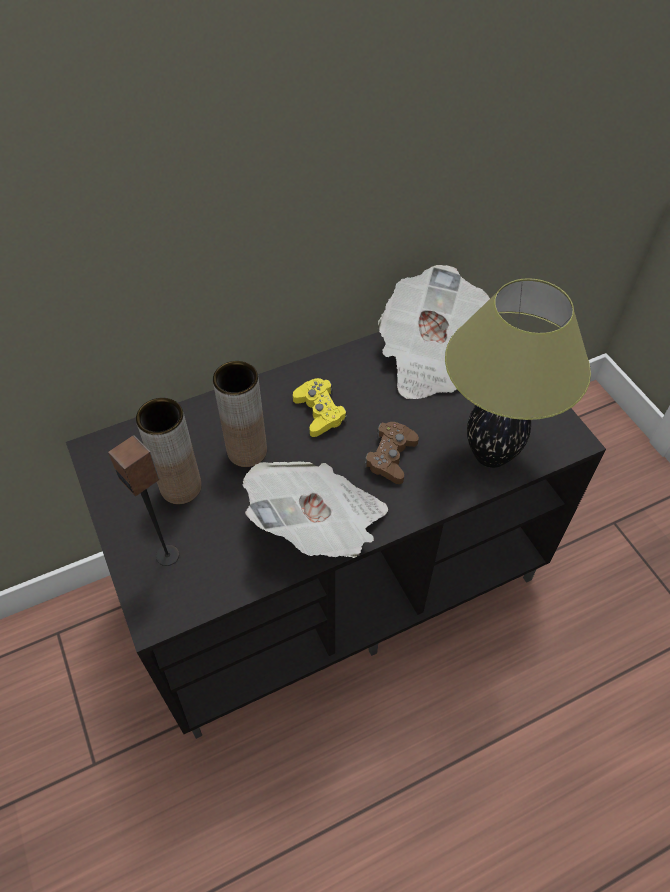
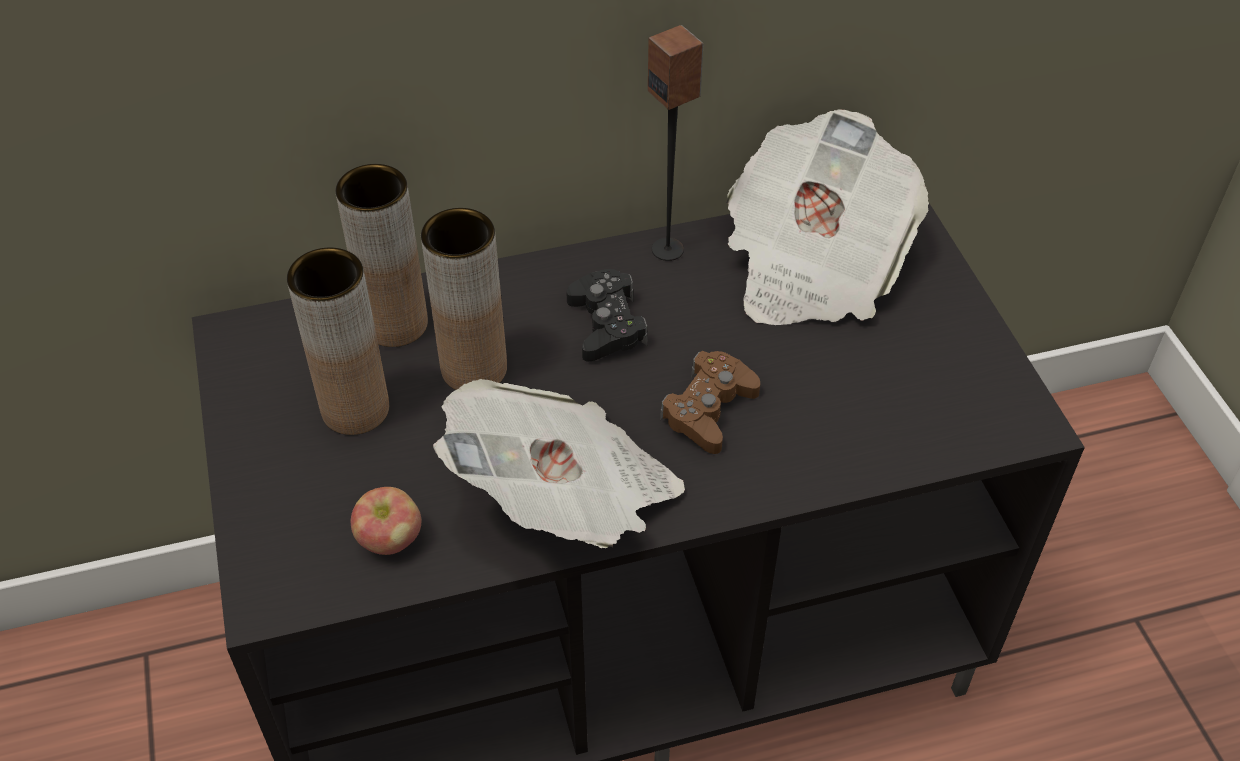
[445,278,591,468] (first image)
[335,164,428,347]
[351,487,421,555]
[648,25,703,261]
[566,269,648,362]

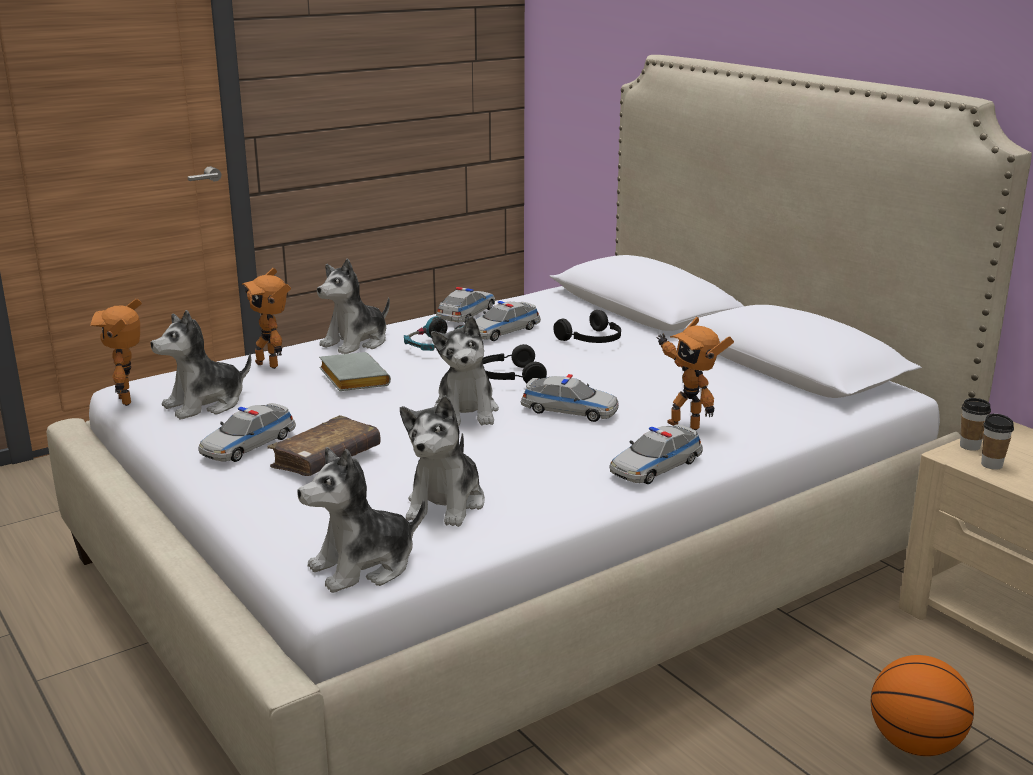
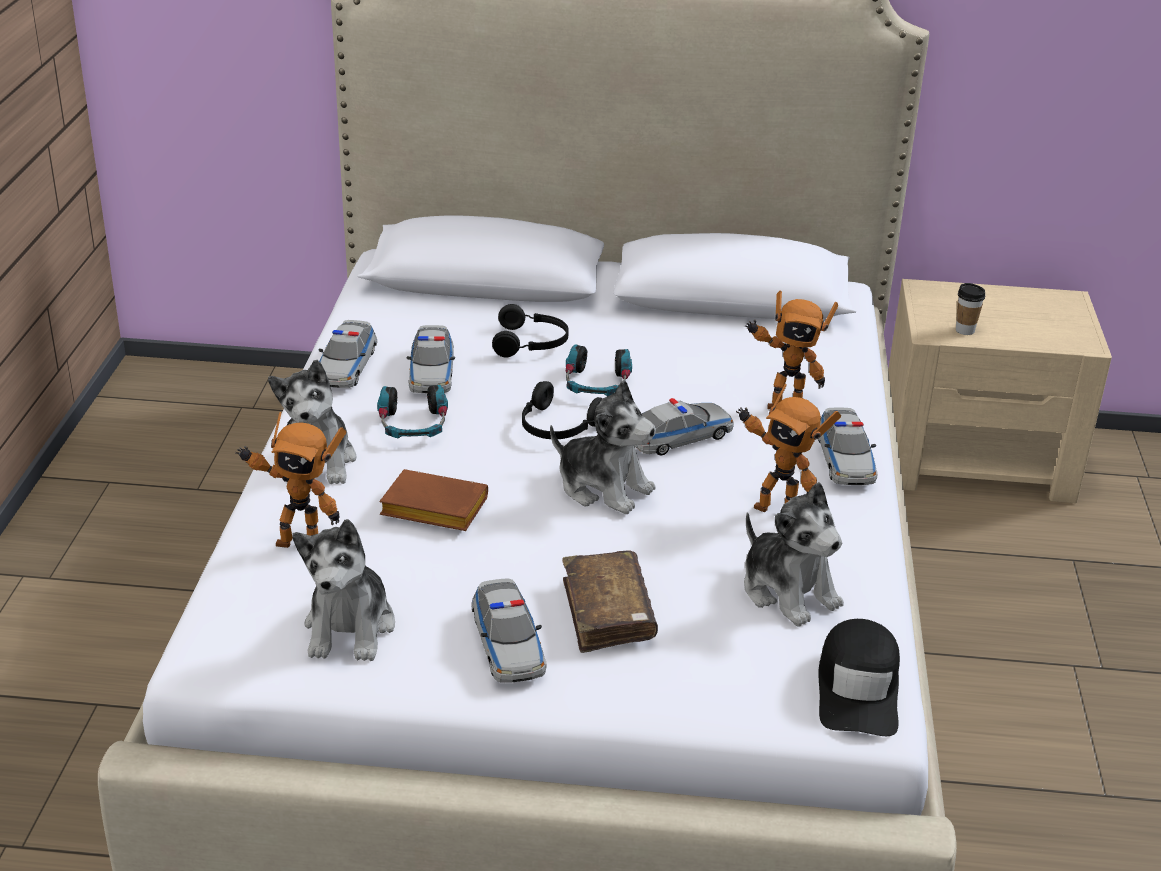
[871,655,974,756] (first image)
[960,398,991,451] (first image)
[566,344,632,396]
[736,384,841,512]
[819,619,900,736]
[379,469,488,531]
[319,320,377,388]

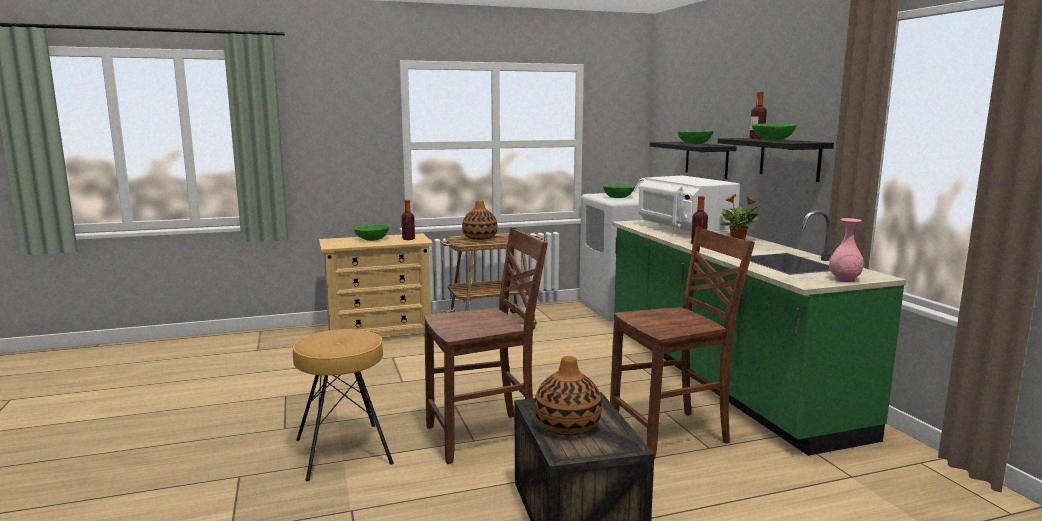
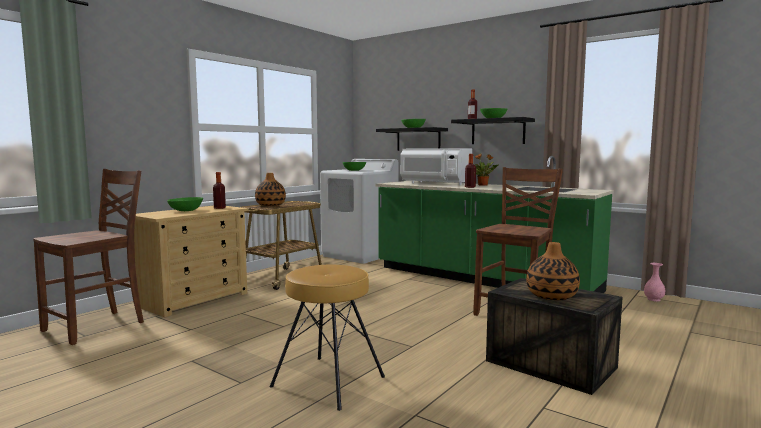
[33,169,144,345]
[644,263,665,301]

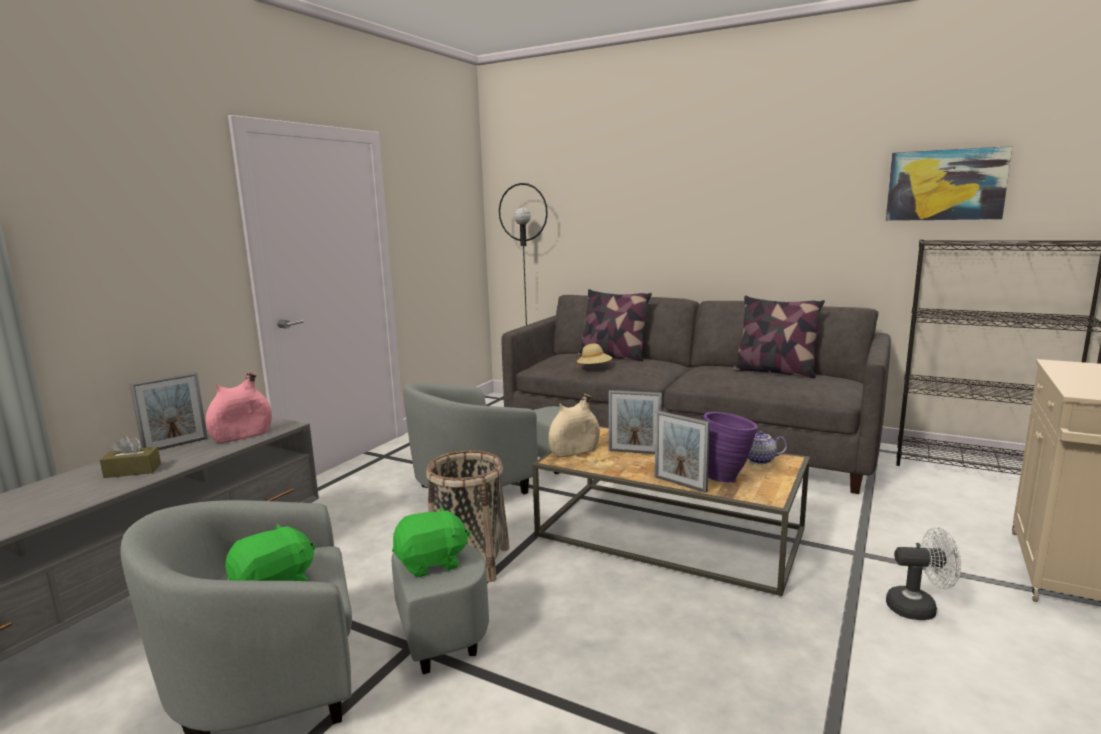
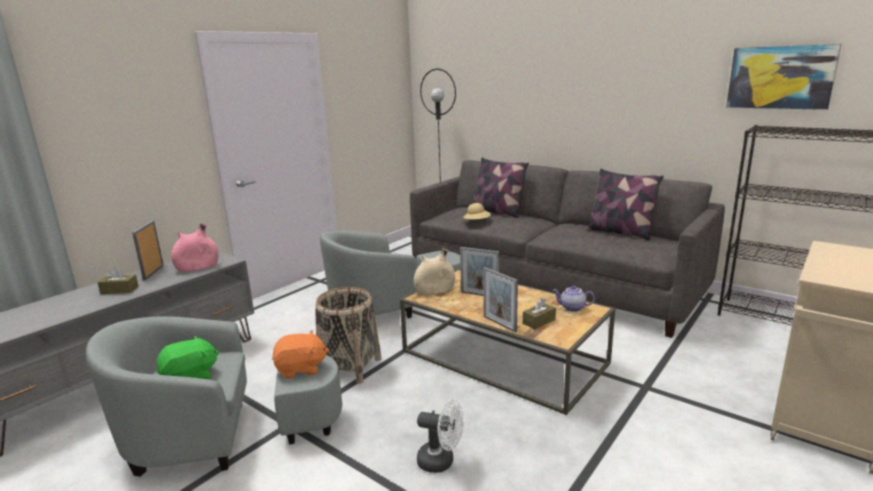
[417,399,464,473]
[523,298,556,329]
[272,330,329,379]
[132,221,164,280]

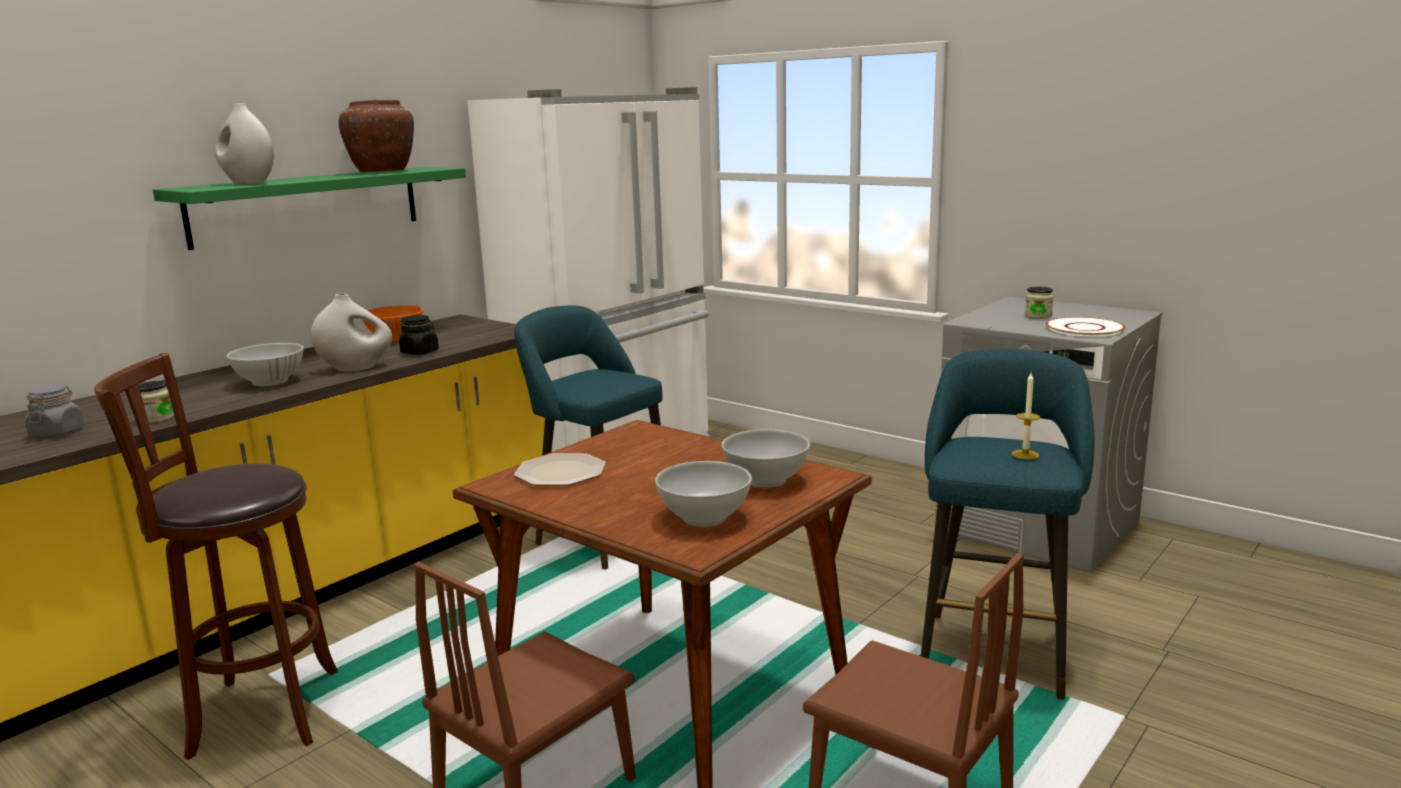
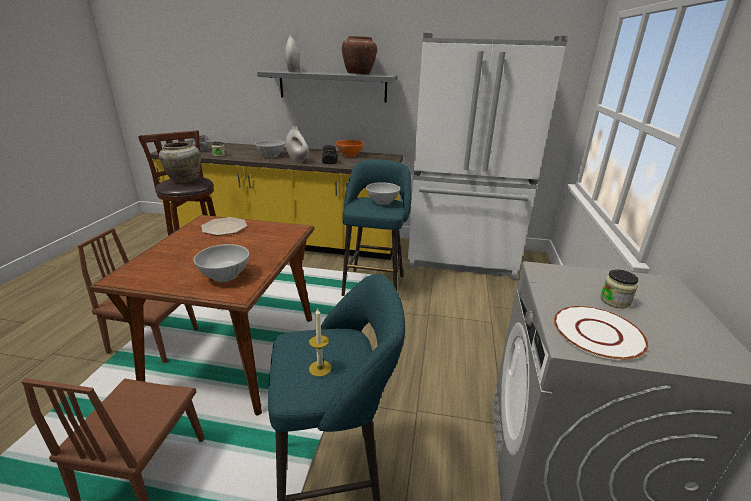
[159,142,201,183]
[366,182,400,205]
[257,70,397,102]

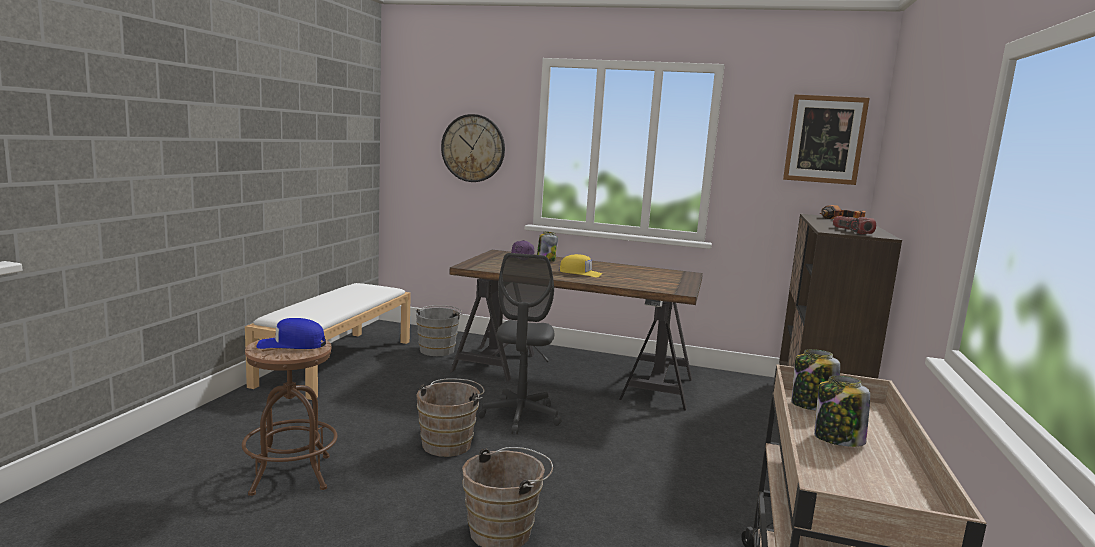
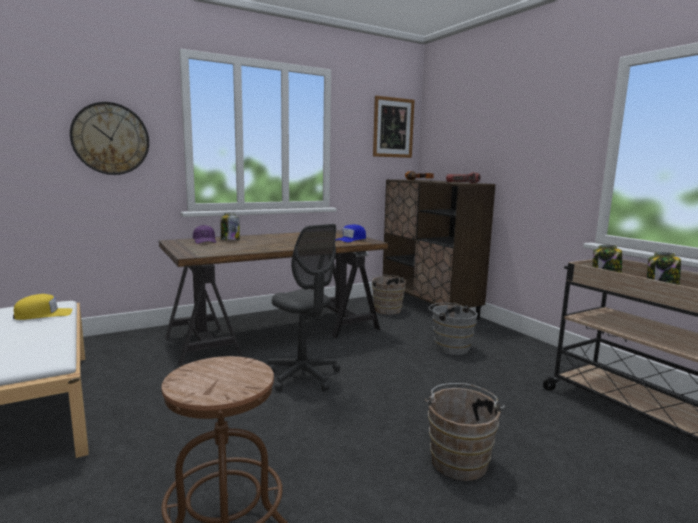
[335,225,366,242]
[429,303,478,355]
[370,275,406,315]
[13,294,72,320]

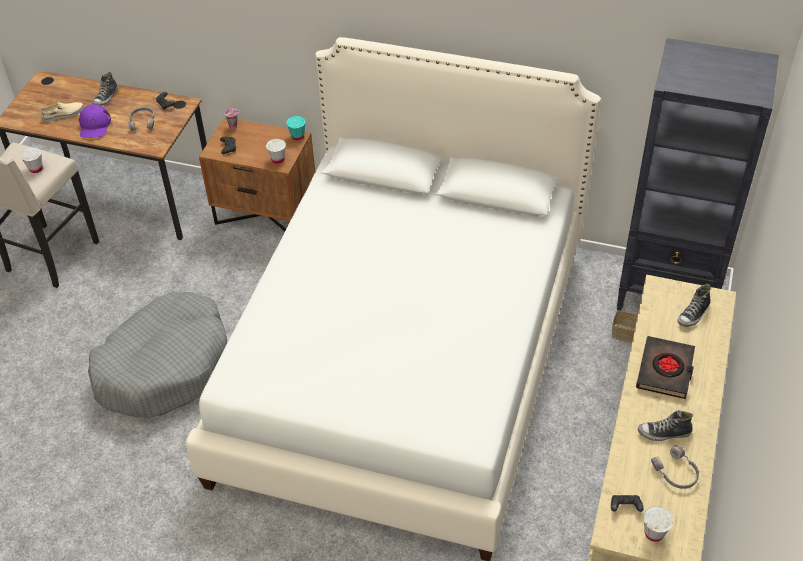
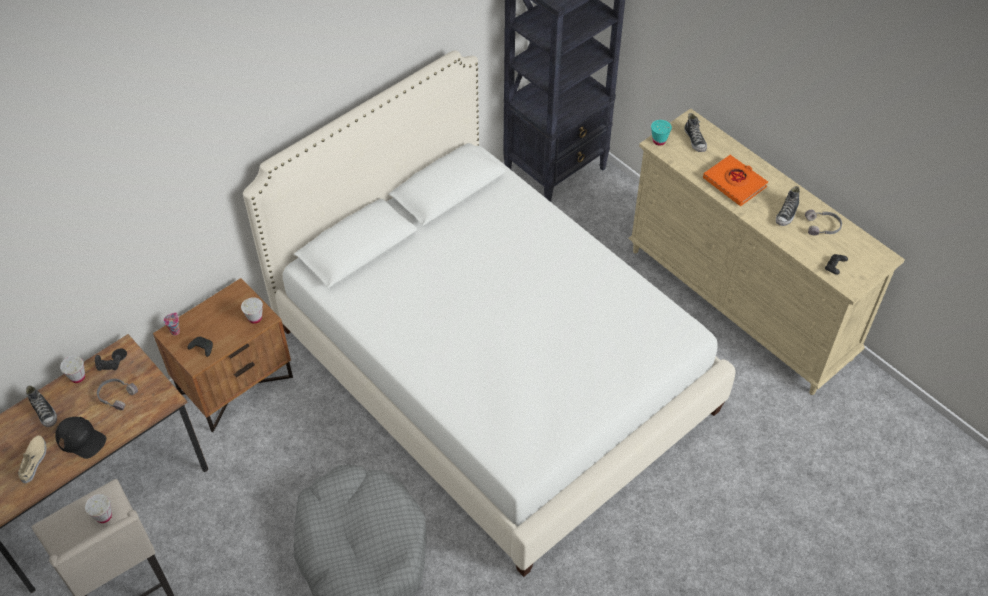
[611,293,640,343] (first image)
[651,120,672,146]
[60,356,85,383]
[55,417,106,459]
[703,155,768,206]

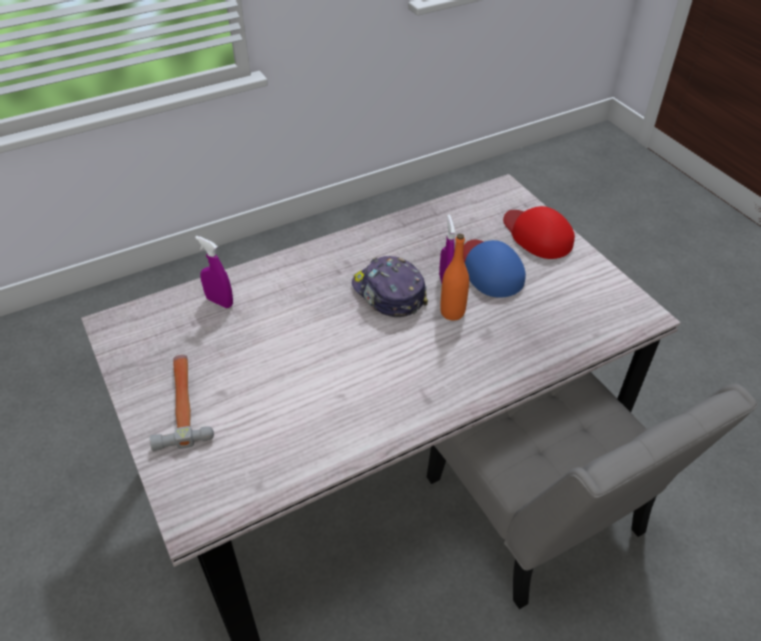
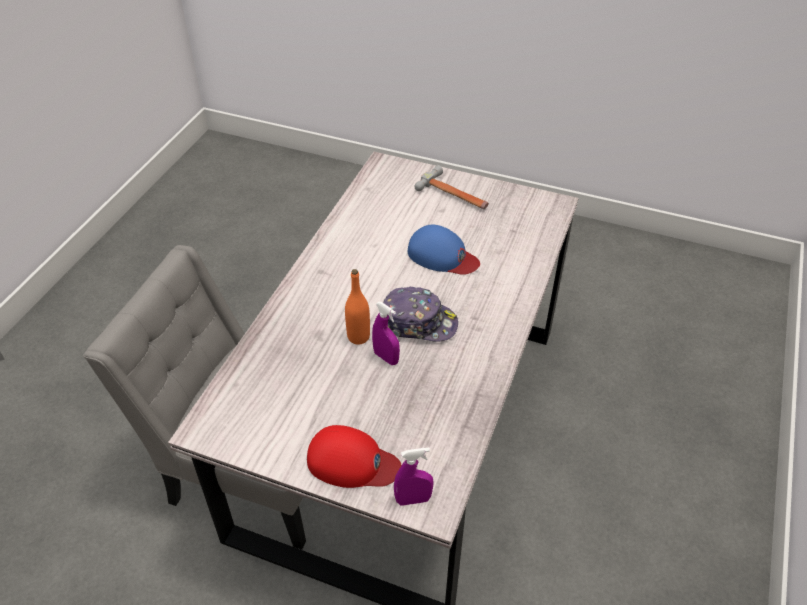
[394,448,434,506]
[408,225,480,275]

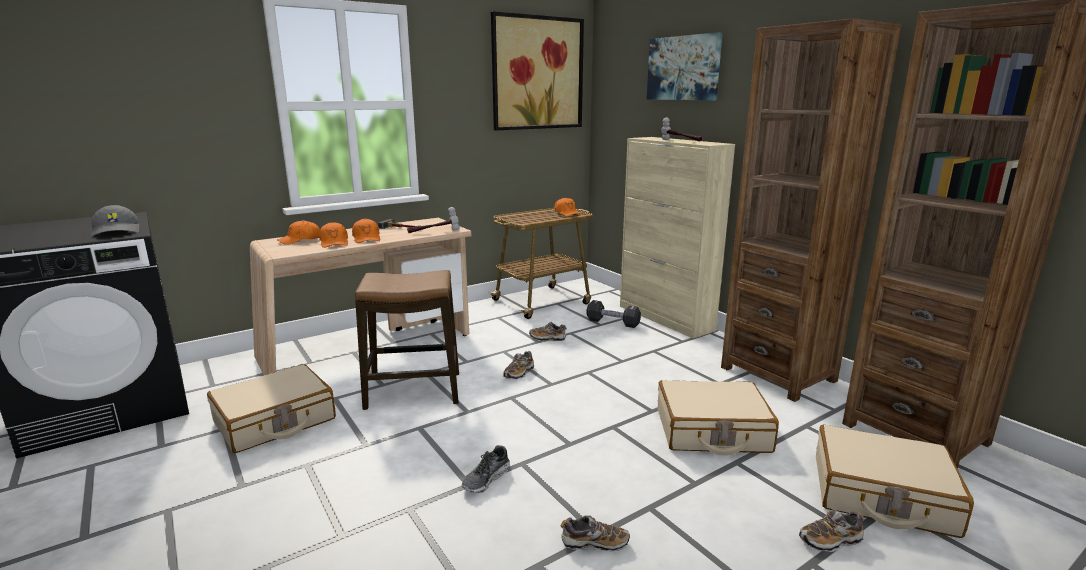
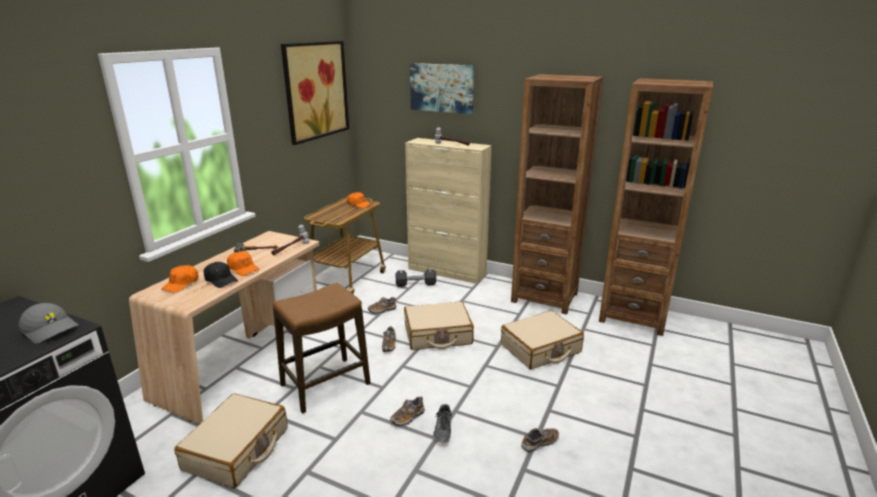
[390,396,425,426]
[404,302,474,350]
[204,262,238,288]

